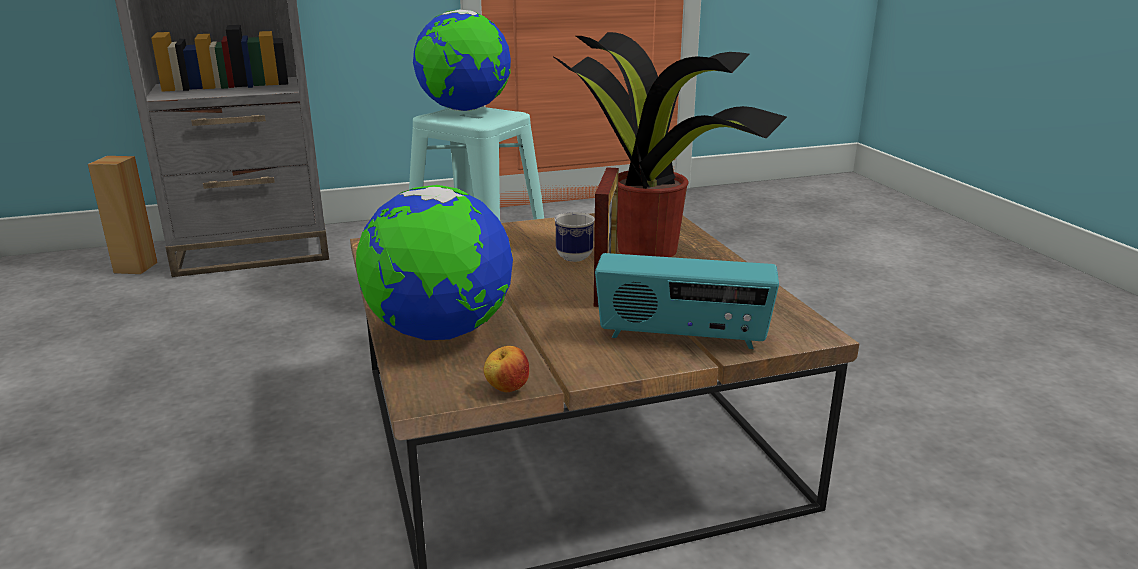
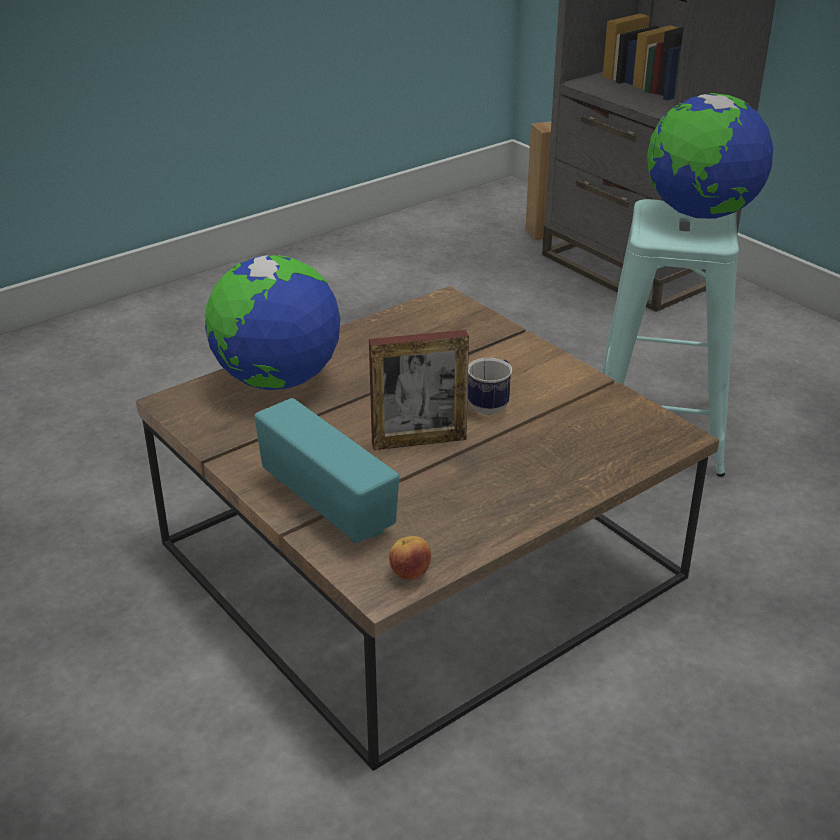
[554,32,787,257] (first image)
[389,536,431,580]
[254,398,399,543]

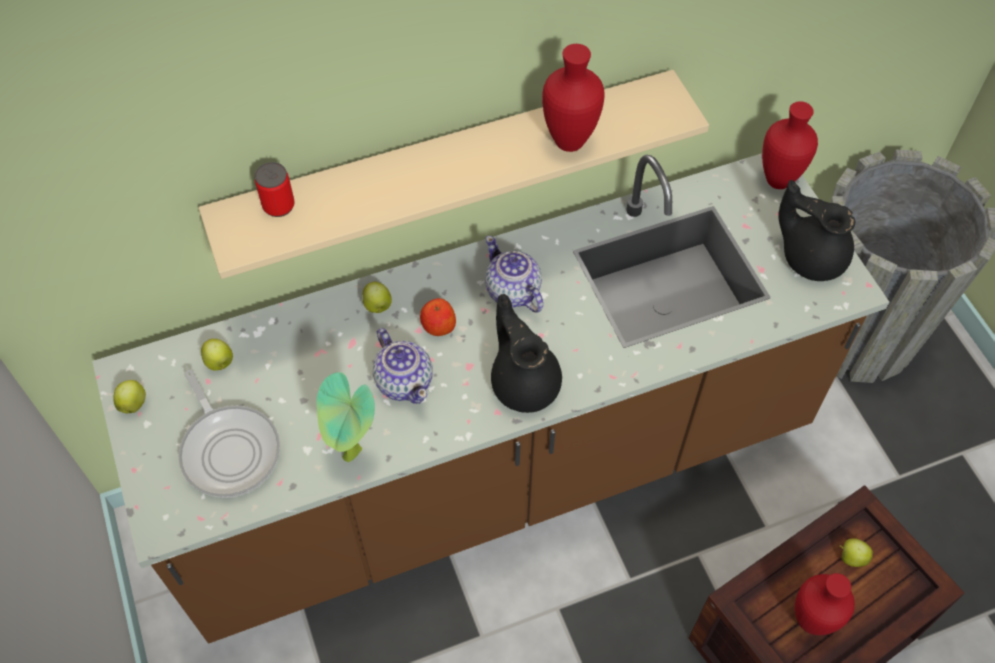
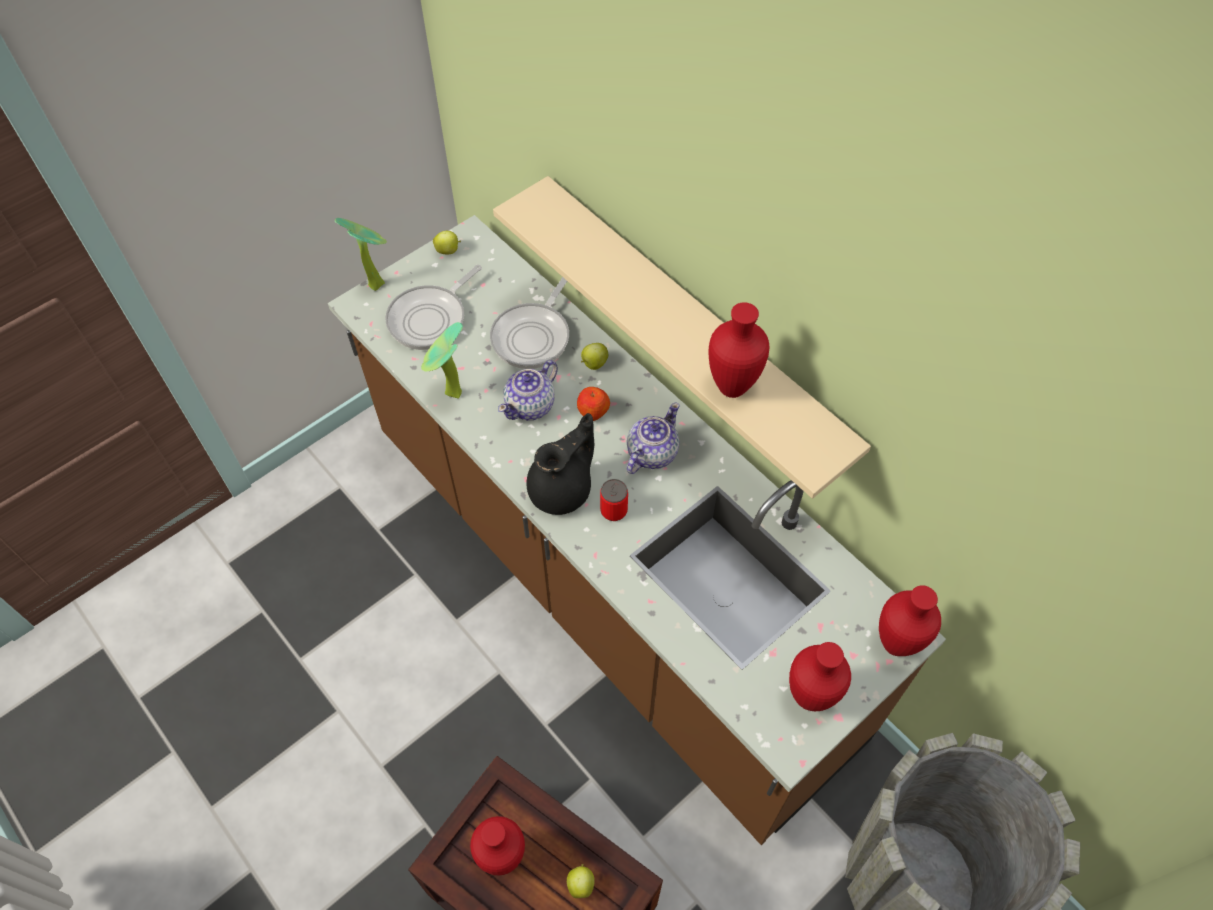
[201,339,233,371] (first image)
[335,218,387,291]
[490,277,569,369]
[600,479,628,521]
[789,642,851,711]

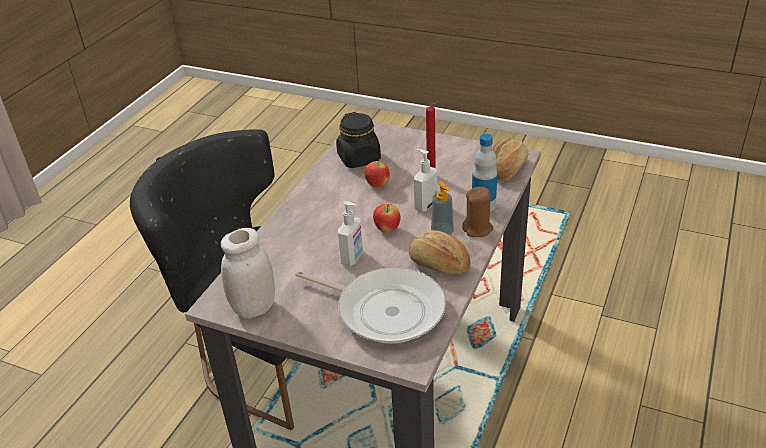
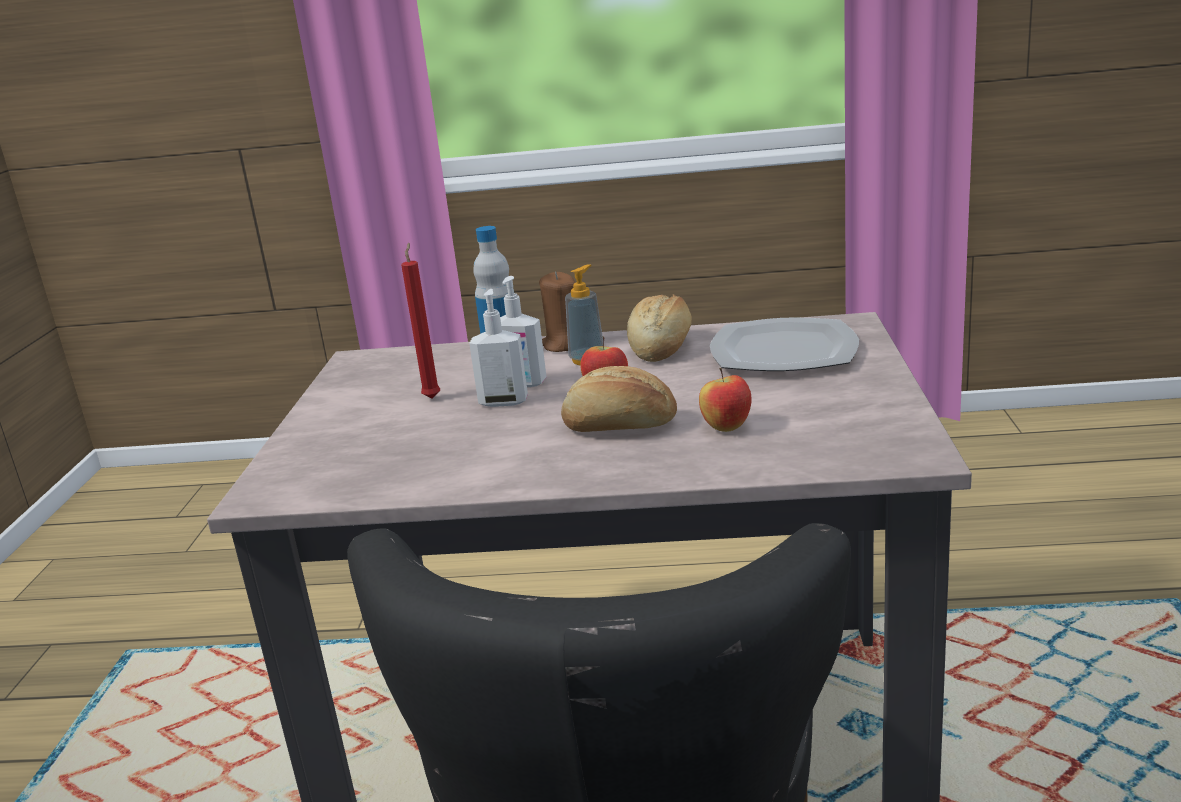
[221,228,275,319] (first image)
[336,112,381,168] (first image)
[469,289,528,407]
[699,368,752,432]
[561,366,677,432]
[710,318,859,371]

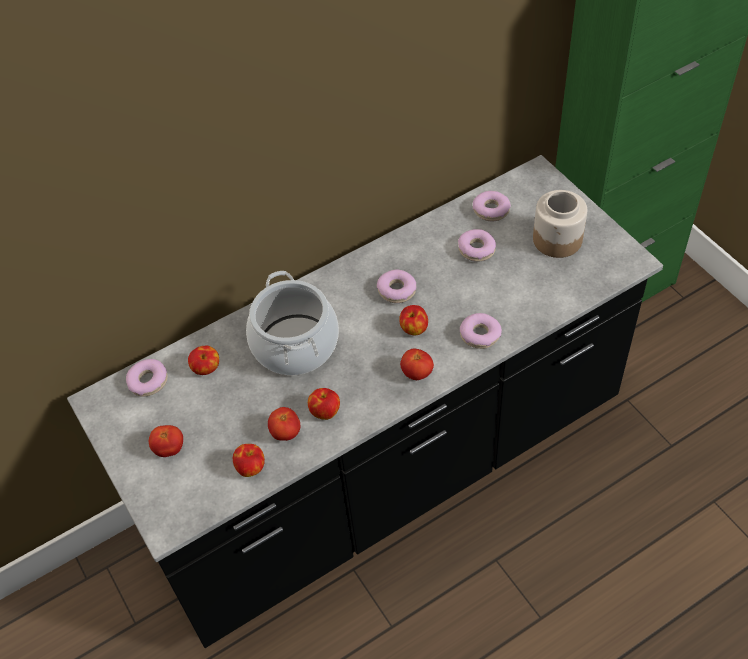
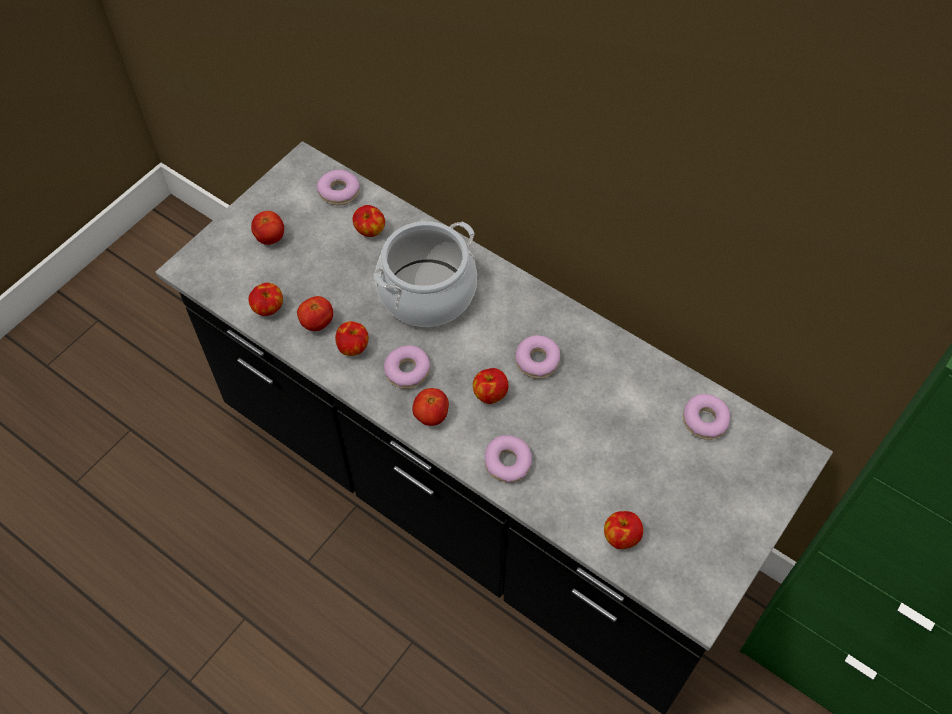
[533,190,587,258] (first image)
[604,511,643,549]
[384,345,430,389]

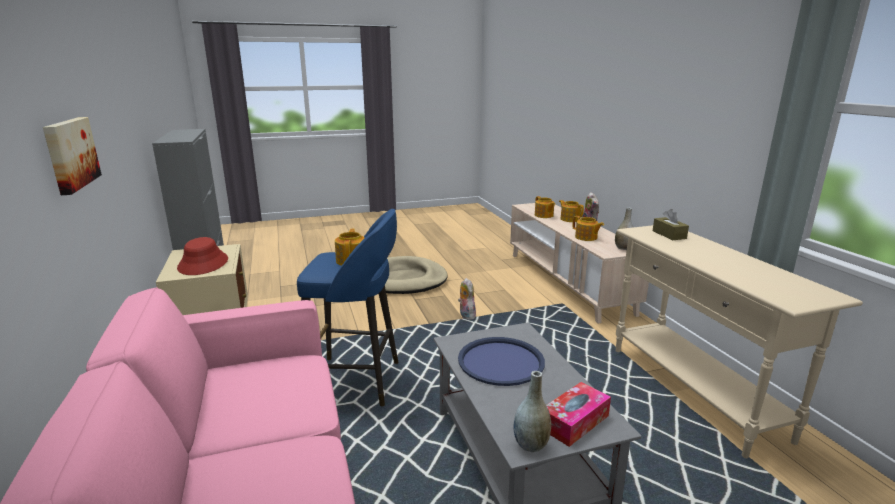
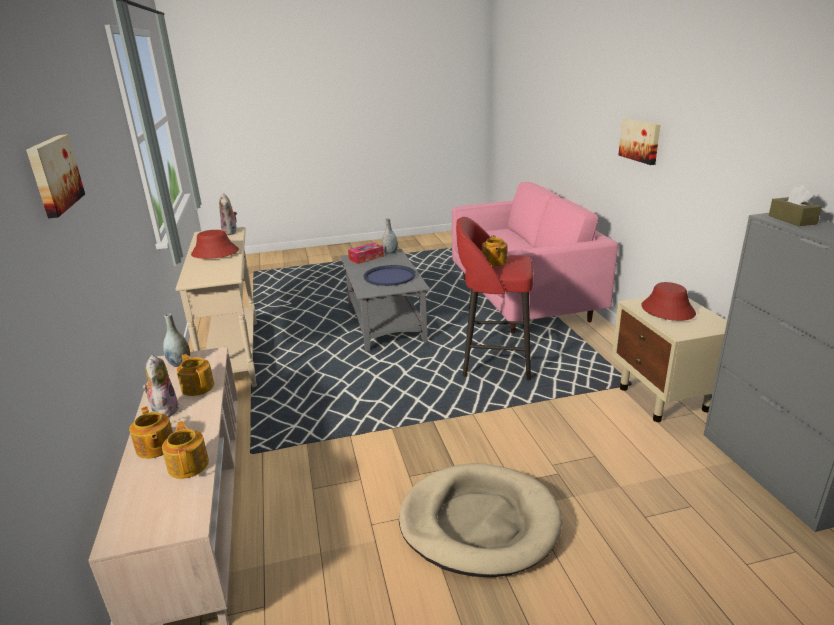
[26,134,85,218]
[191,230,239,259]
[219,193,237,235]
[769,185,822,226]
[456,217,533,380]

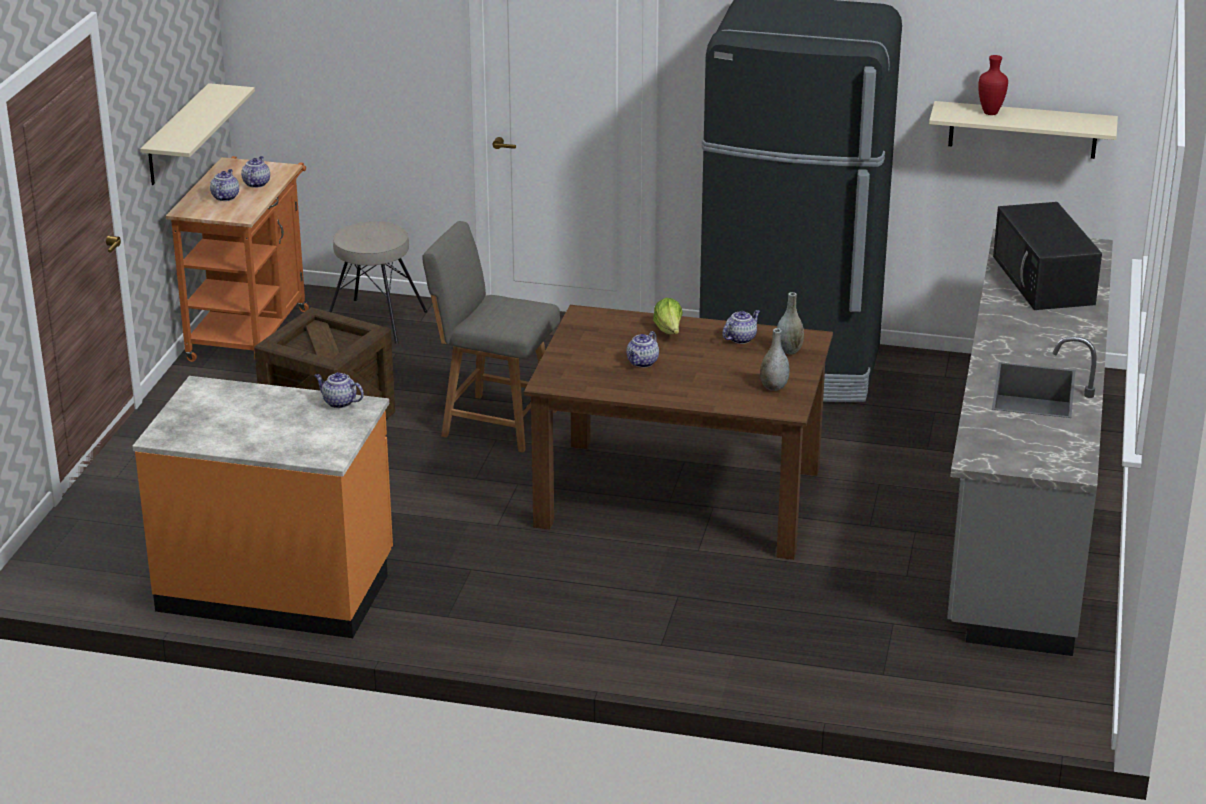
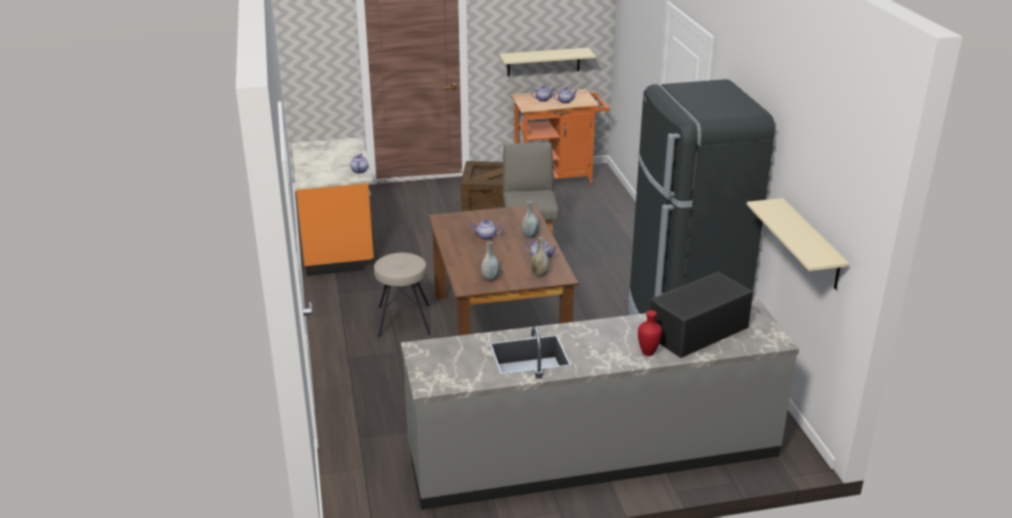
[374,253,431,338]
[638,310,662,356]
[522,201,539,238]

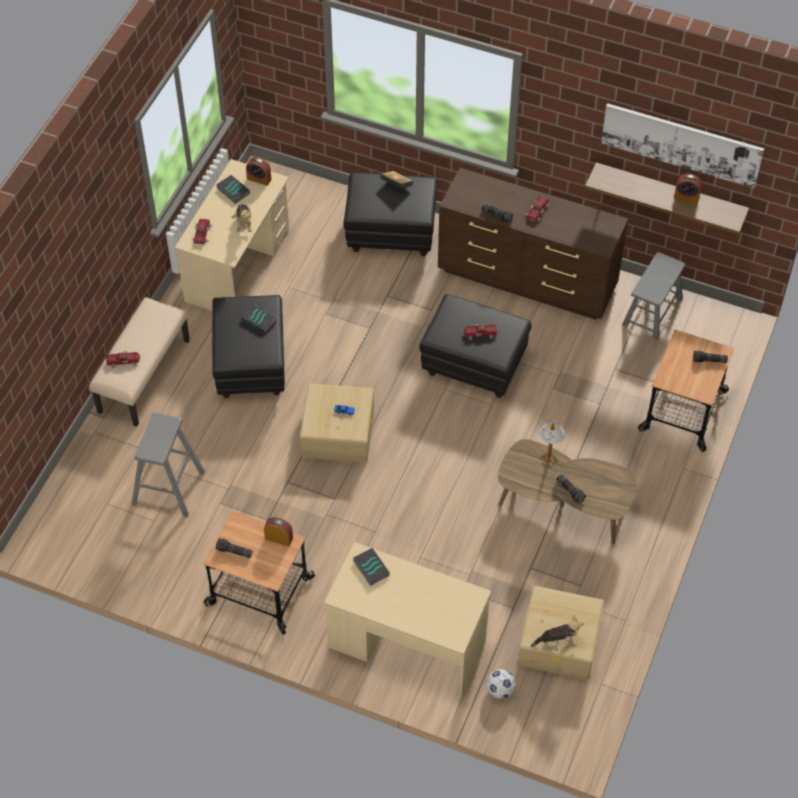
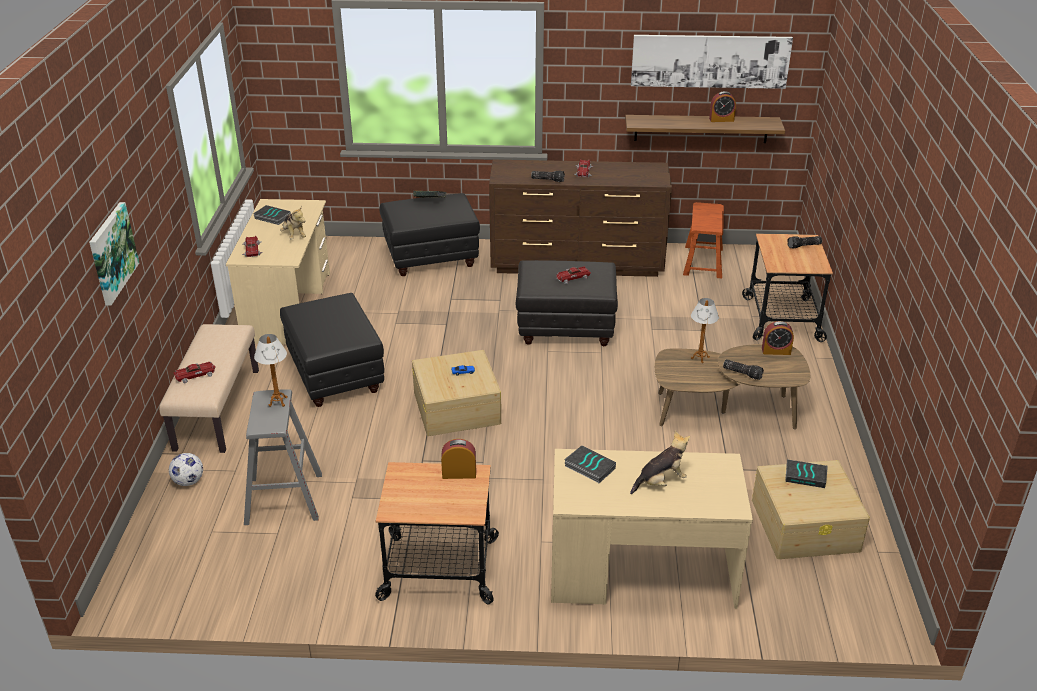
[215,538,253,558] (first image)
[89,202,139,305]
[254,334,288,407]
[785,459,828,488]
[762,321,794,355]
[169,453,203,486]
[630,431,690,494]
[683,202,724,278]

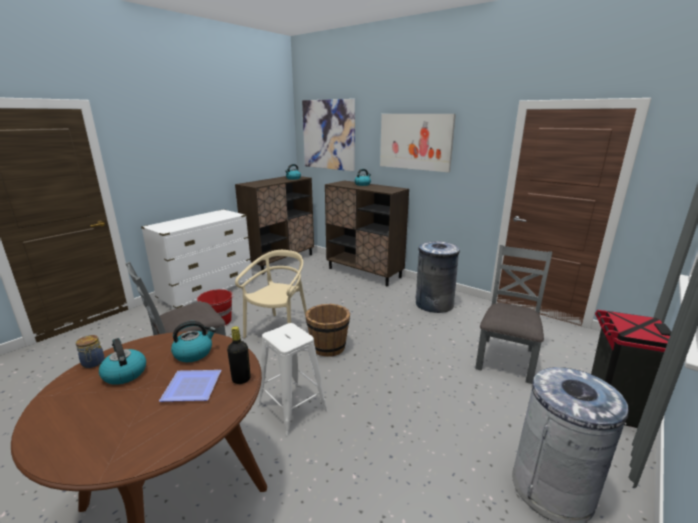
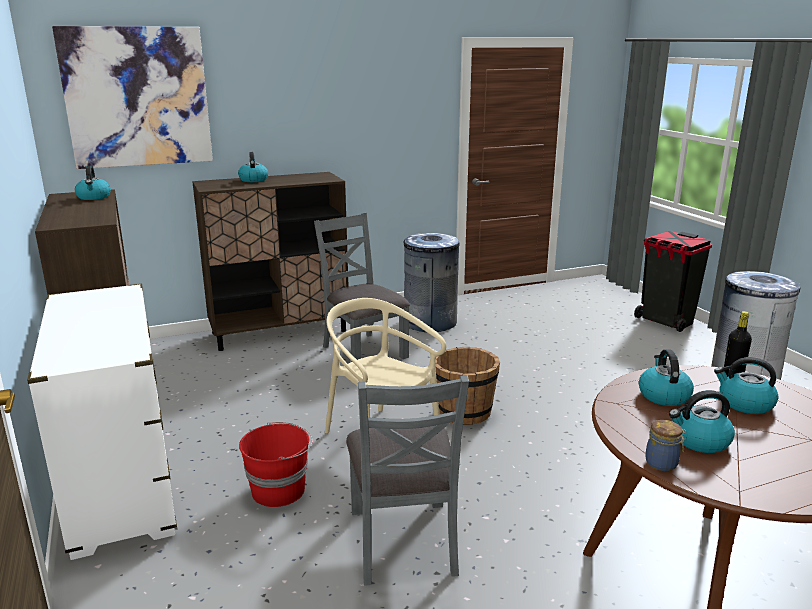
[258,323,328,436] (first image)
[380,114,456,172] (first image)
[314,213,410,362]
[714,357,778,414]

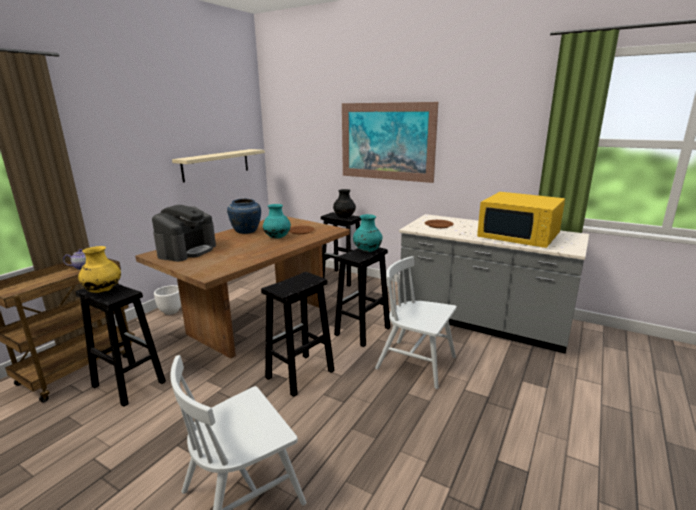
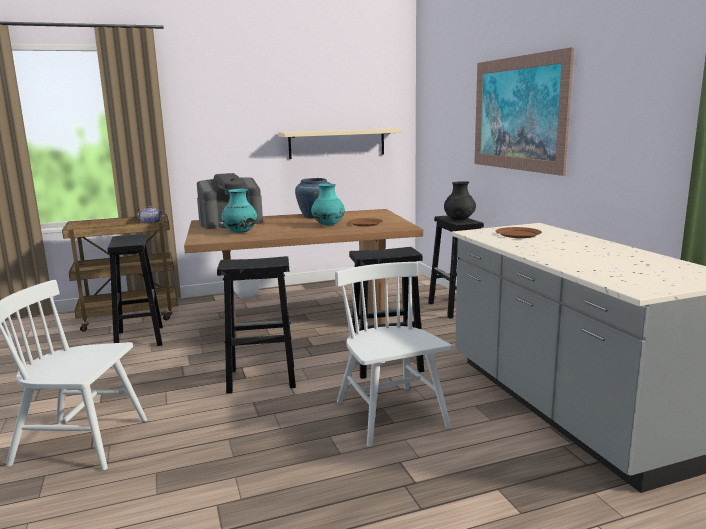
[78,246,121,293] (first image)
[477,192,565,248] (first image)
[221,189,257,233]

